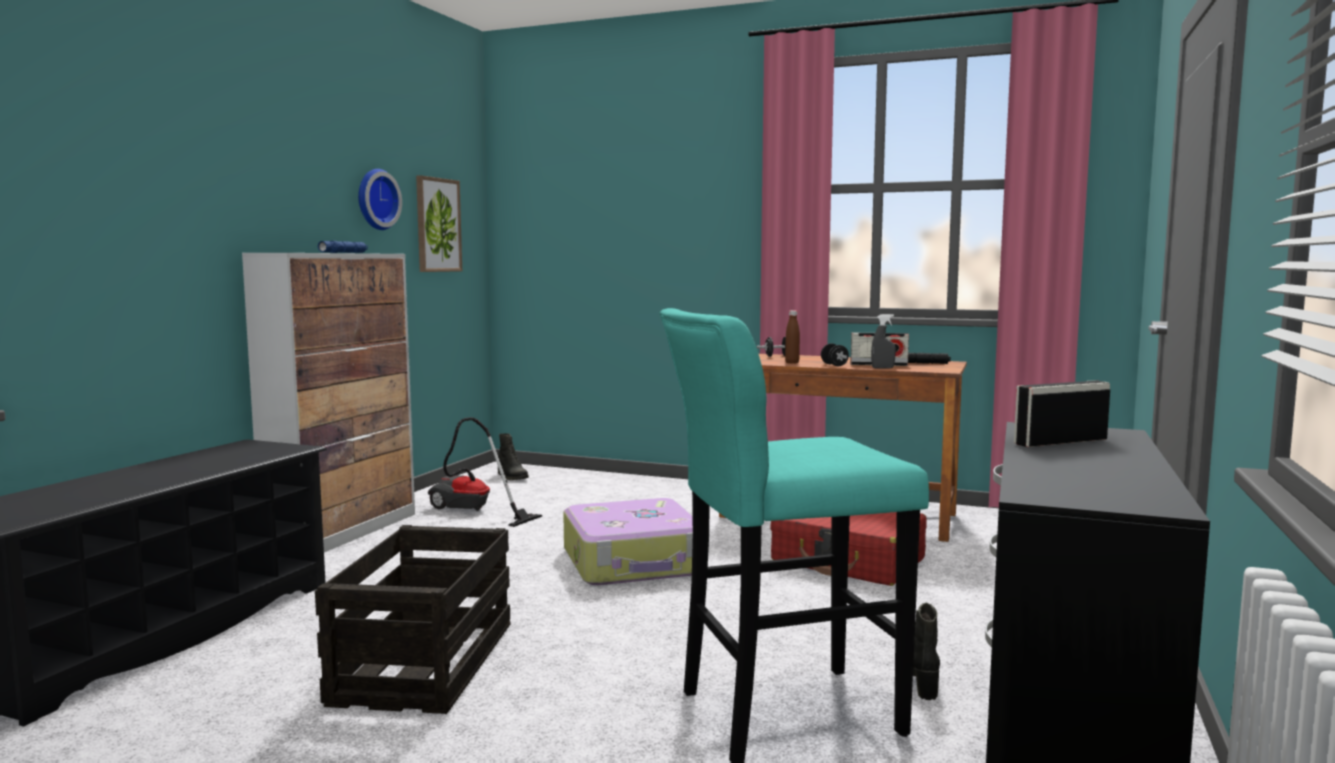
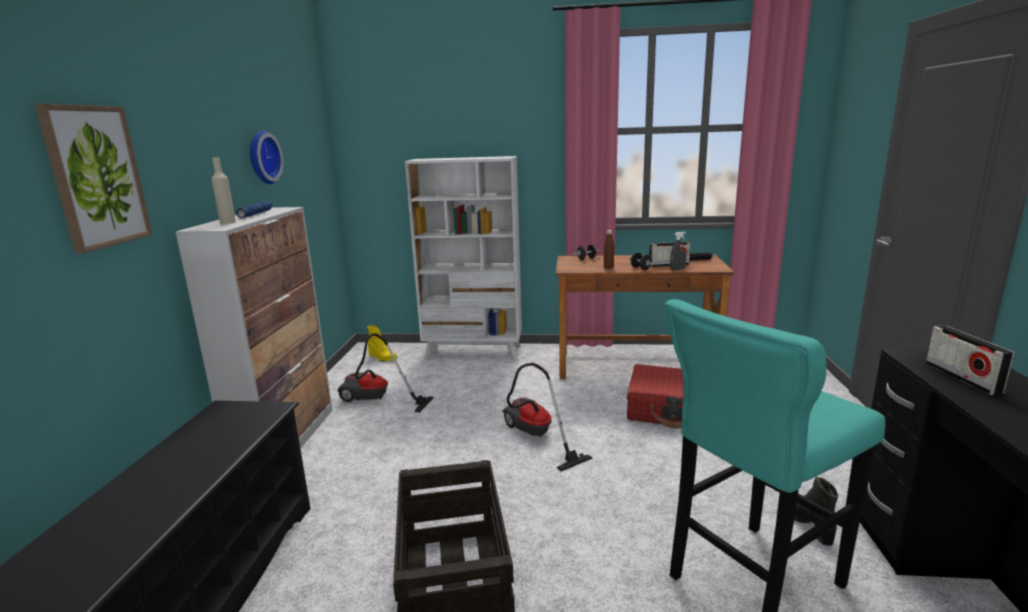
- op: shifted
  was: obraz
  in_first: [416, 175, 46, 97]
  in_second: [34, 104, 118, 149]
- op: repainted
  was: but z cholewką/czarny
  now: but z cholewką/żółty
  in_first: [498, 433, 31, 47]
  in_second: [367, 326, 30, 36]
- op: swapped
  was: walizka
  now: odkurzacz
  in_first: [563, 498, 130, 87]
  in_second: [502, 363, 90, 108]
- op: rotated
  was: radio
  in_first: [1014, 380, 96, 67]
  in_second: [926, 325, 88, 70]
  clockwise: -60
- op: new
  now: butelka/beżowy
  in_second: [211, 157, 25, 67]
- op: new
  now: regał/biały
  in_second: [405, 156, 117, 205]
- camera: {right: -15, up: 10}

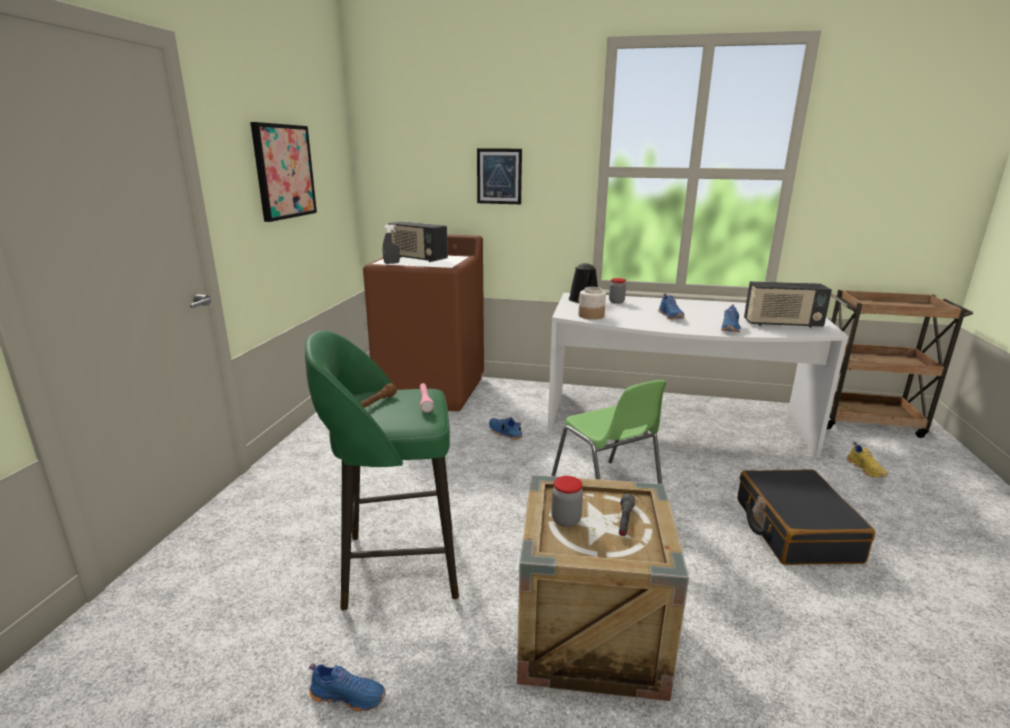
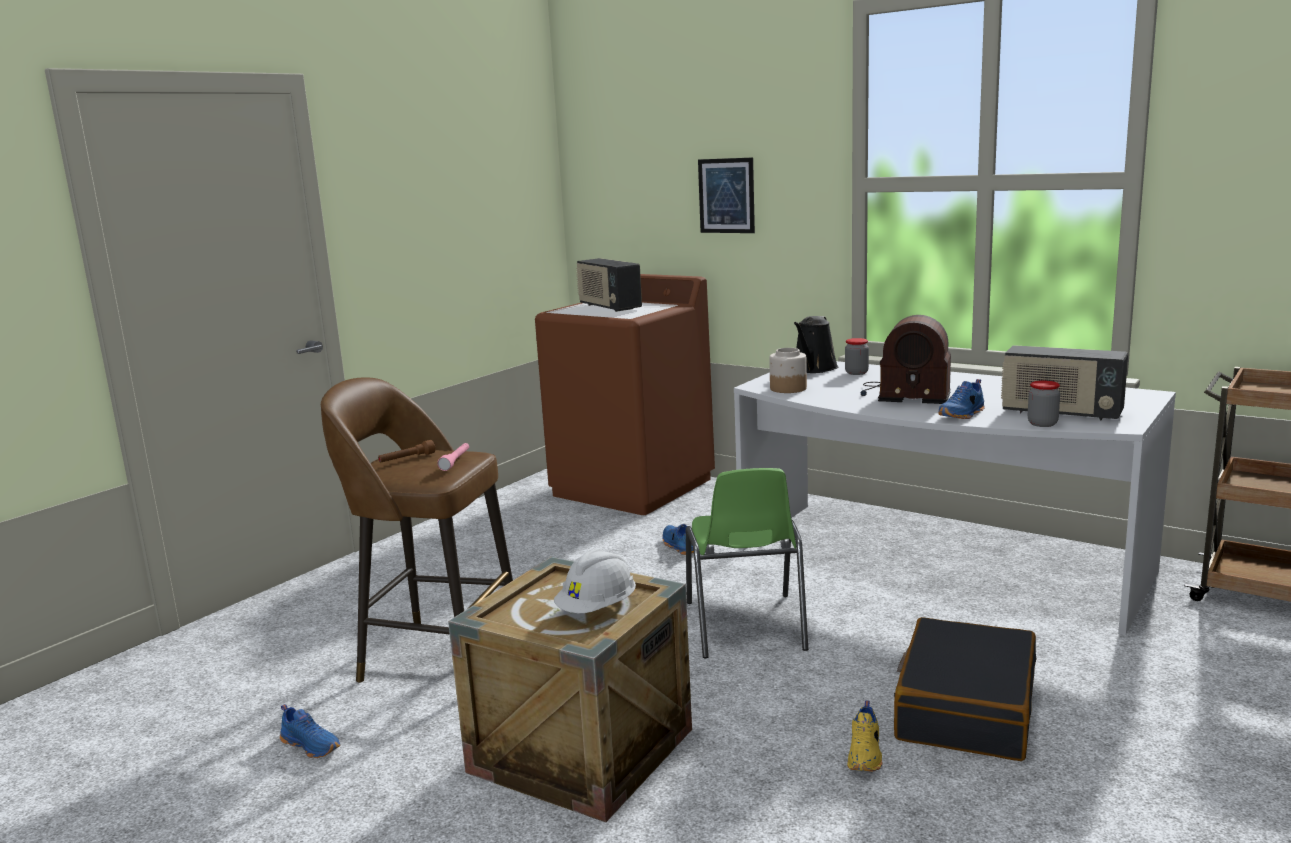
- op: gone
  was: obraz
  in_first: [250, 122, 67, 100]
- op: repainted
  was: stołek/zielony
  now: stołek/brązowy
  in_first: [305, 330, 154, 281]
  in_second: [321, 377, 192, 306]
- op: gone
  was: spryskiwacz/szary
  in_first: [383, 224, 17, 40]
- op: shifted
  was: słoik
  in_first: [551, 476, 32, 51]
  in_second: [1028, 380, 32, 47]
- op: swapped
  was: latarka/szary
  now: kask/biały
  in_first: [619, 494, 16, 42]
  in_second: [554, 549, 82, 64]
- op: swapped
  was: but/niebieski
  now: radio
  in_first: [658, 294, 27, 25]
  in_second: [861, 315, 90, 89]
- op: shifted
  was: but/żółty
  in_first: [847, 442, 40, 35]
  in_second: [847, 700, 35, 71]
- camera: {right: 25, up: -5}

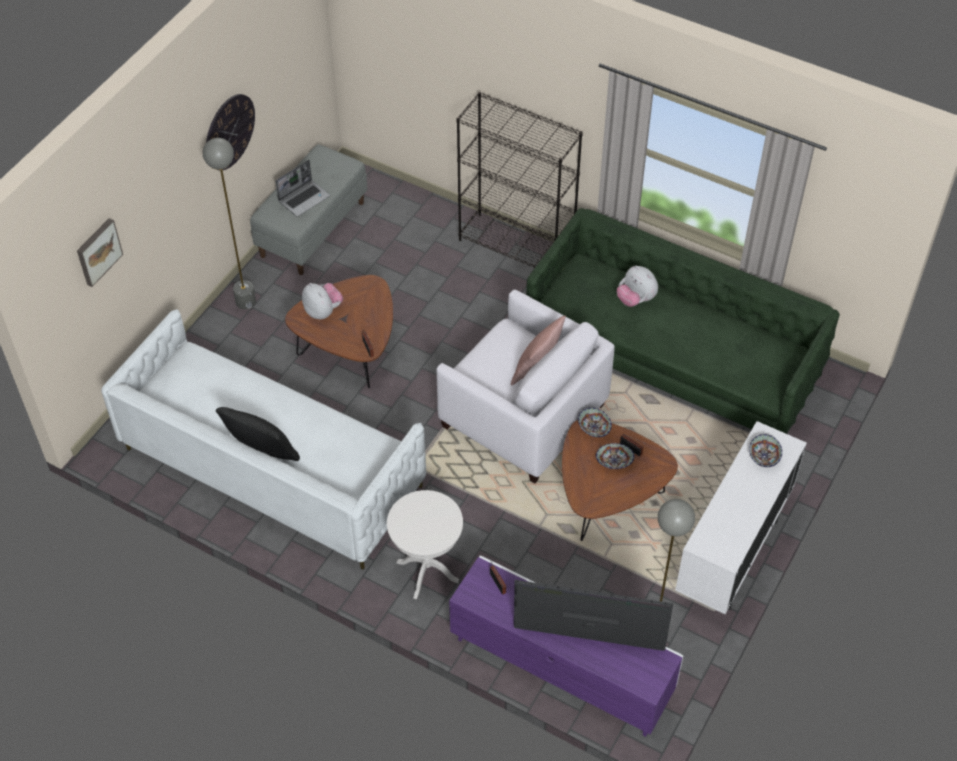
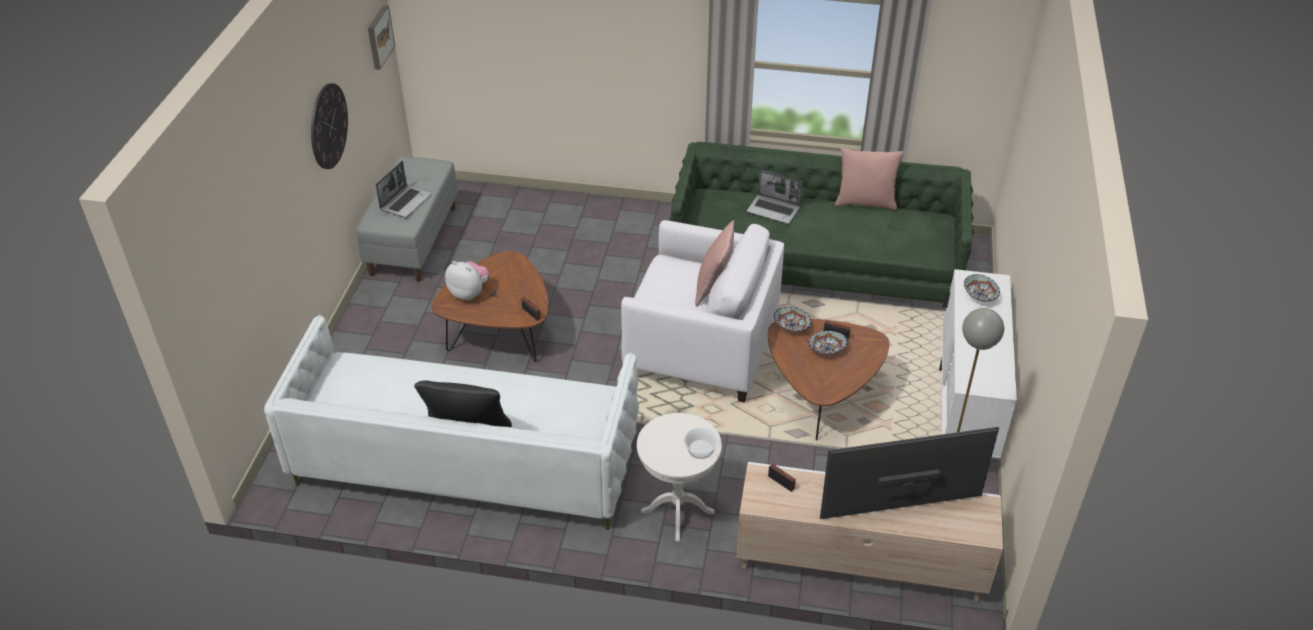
- op: shifted
  was: obraz
  in_first: [77, 218, 46, 69]
  in_second: [368, 5, 27, 65]
- op: gone
  was: lampa stojąca/szary
  in_first: [203, 138, 53, 171]
- op: repainted
  was: szafka pod telewizor/fioletowy
  now: szafka pod telewizor/beżowy
  in_first: [449, 555, 234, 182]
  in_second: [736, 462, 267, 140]
- op: gone
  was: regał/czarny
  in_first: [457, 92, 126, 176]
- op: swapped
  was: pluszak
  now: laptop
  in_first: [617, 265, 41, 42]
  in_second: [747, 170, 56, 54]
- op: new
  now: miska
  in_second: [684, 427, 35, 32]
- op: new
  now: poduszka/różowy
  in_second: [835, 147, 69, 63]
- camera: {right: -20, up: -10}

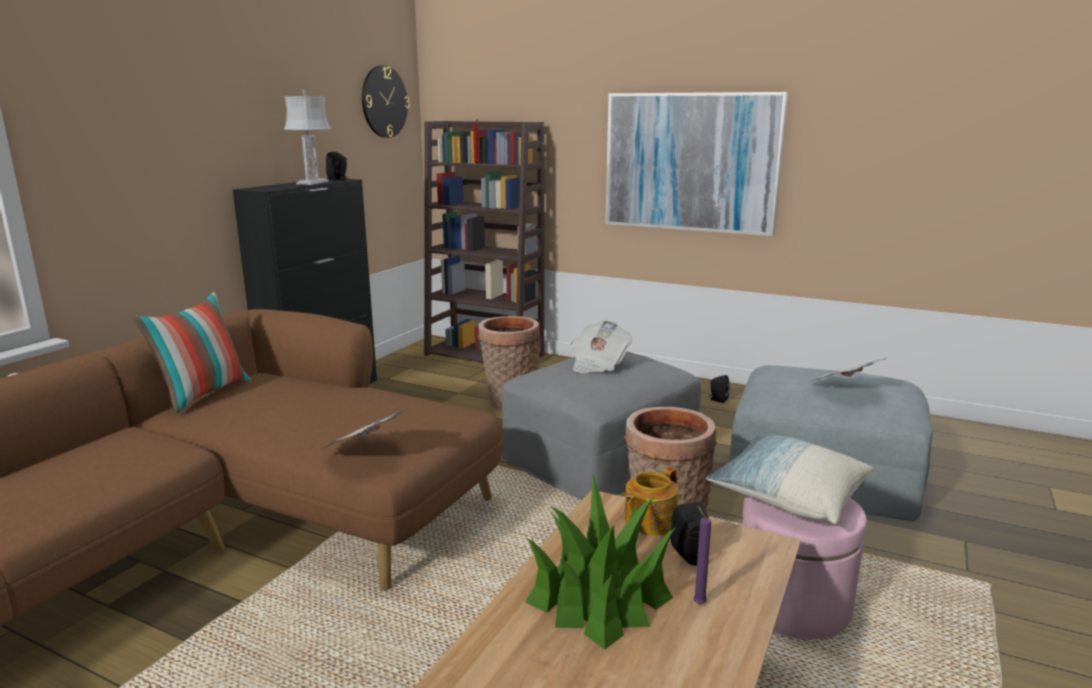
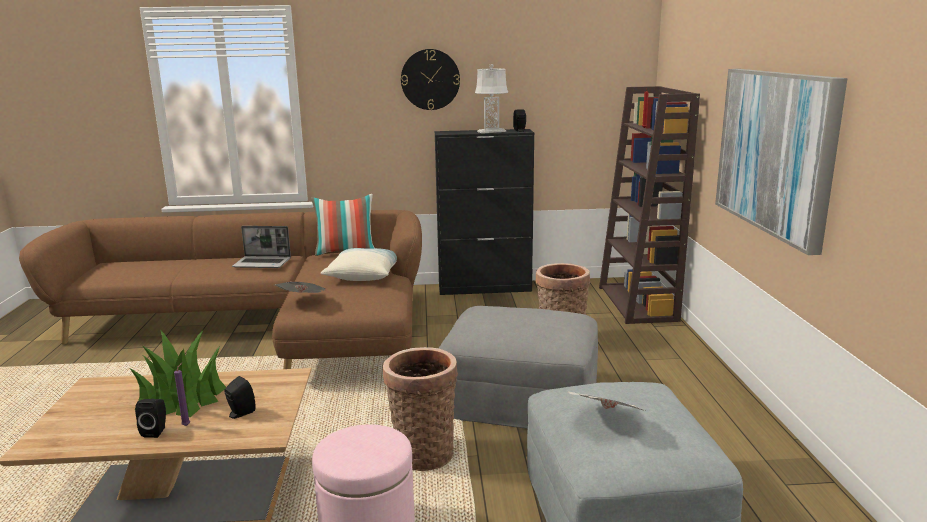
- op: shifted
  was: zegar ścienny
  in_first: [362, 65, 48, 73]
  in_second: [401, 49, 59, 61]
- op: gone
  was: gazeta
  in_first: [570, 320, 62, 53]
- op: gone
  was: imbryk
  in_first: [625, 467, 53, 69]
- op: shifted
  was: poduszka
  in_first: [706, 435, 167, 89]
  in_second: [321, 248, 76, 33]
- op: shifted
  was: głośnik/czarny
  in_first: [709, 375, 21, 28]
  in_second: [135, 399, 31, 39]
- op: new
  now: laptop
  in_second: [232, 226, 59, 42]
- camera: {right: 60, up: 0}

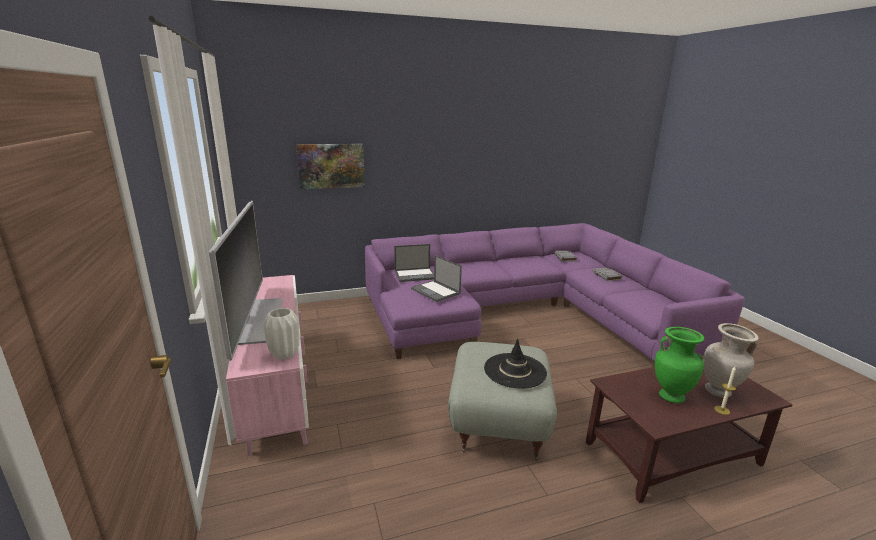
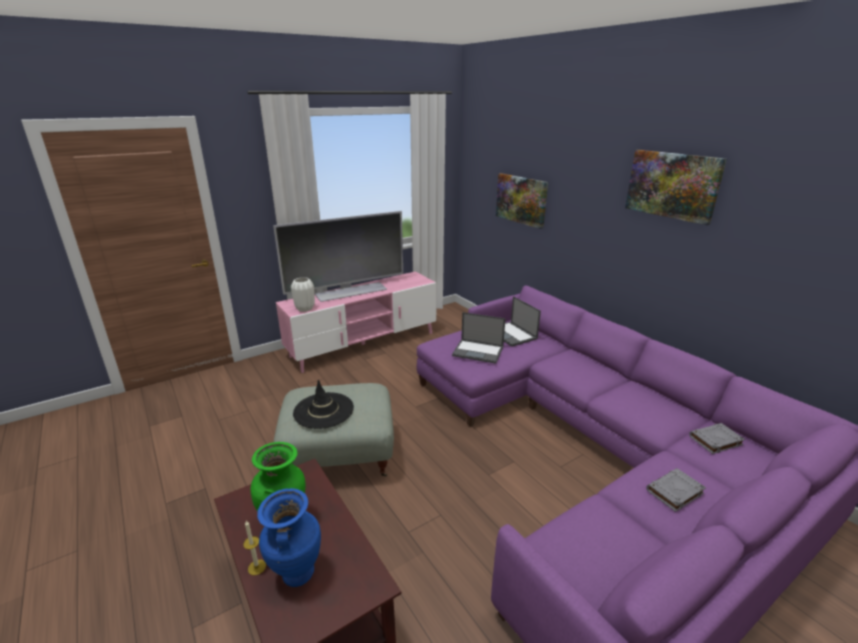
- op: rotated
  was: laptop
  in_first: [411, 255, 51, 47]
  in_second: [452, 312, 54, 52]
  clockwise: -105
- op: repainted
  was: wazon/beżowy
  now: wazon/niebieski
  in_first: [703, 323, 56, 75]
  in_second: [257, 488, 64, 99]
- op: new
  now: obraz
  in_second: [625, 150, 102, 75]
- camera: {right: 75, up: 5}

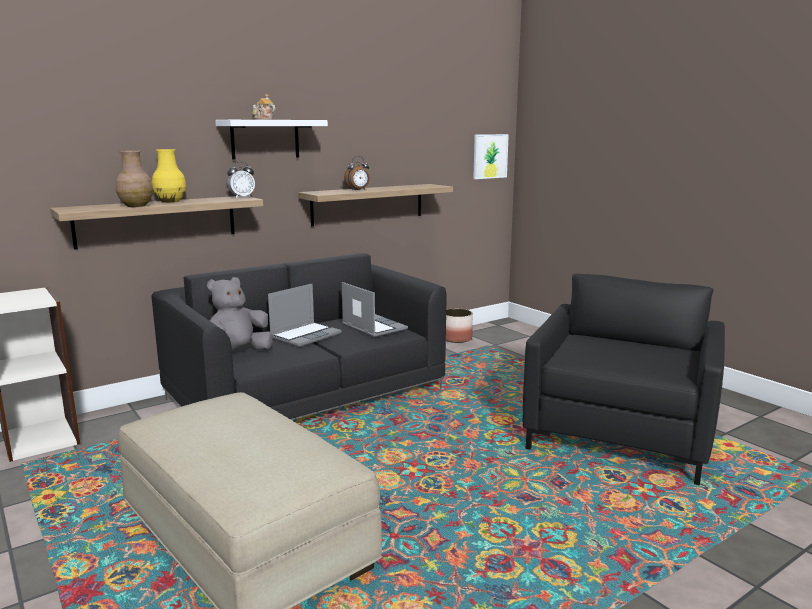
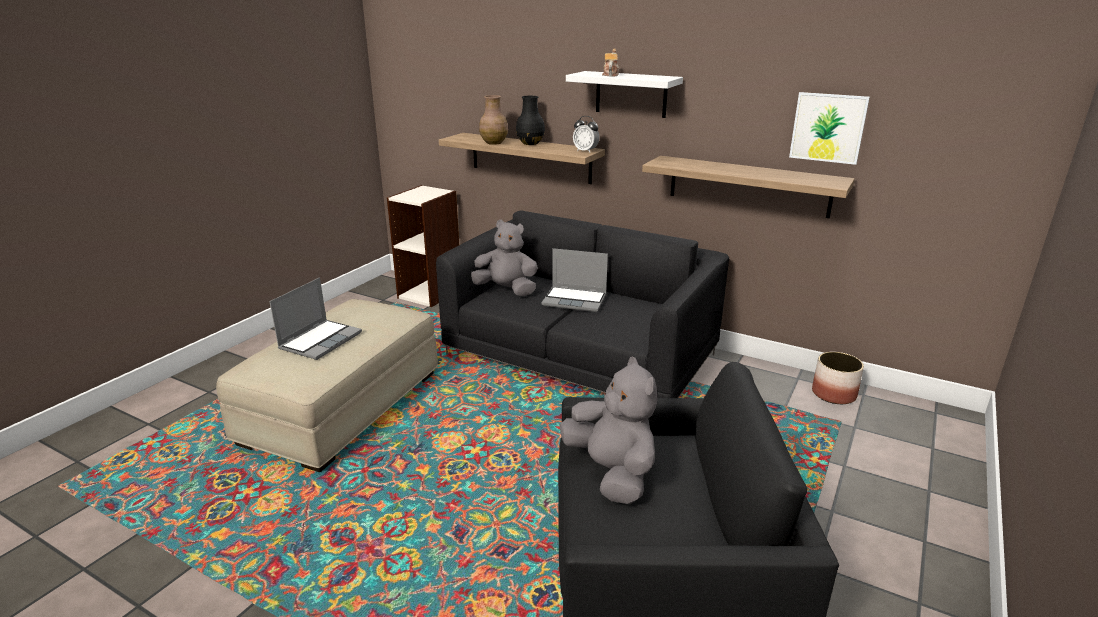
- op: repainted
  was: wazon/żółty
  now: wazon/czarny
  in_first: [152, 149, 34, 54]
  in_second: [516, 96, 29, 49]
- op: shifted
  was: laptop
  in_first: [342, 282, 66, 55]
  in_second: [269, 278, 93, 82]
- op: gone
  was: budzik
  in_first: [344, 156, 26, 35]
- op: shifted
  was: obraz
  in_first: [473, 134, 36, 45]
  in_second: [789, 92, 81, 73]
- op: new
  now: pluszak/szary
  in_second: [559, 357, 99, 147]
- camera: {right: 65, up: 10}

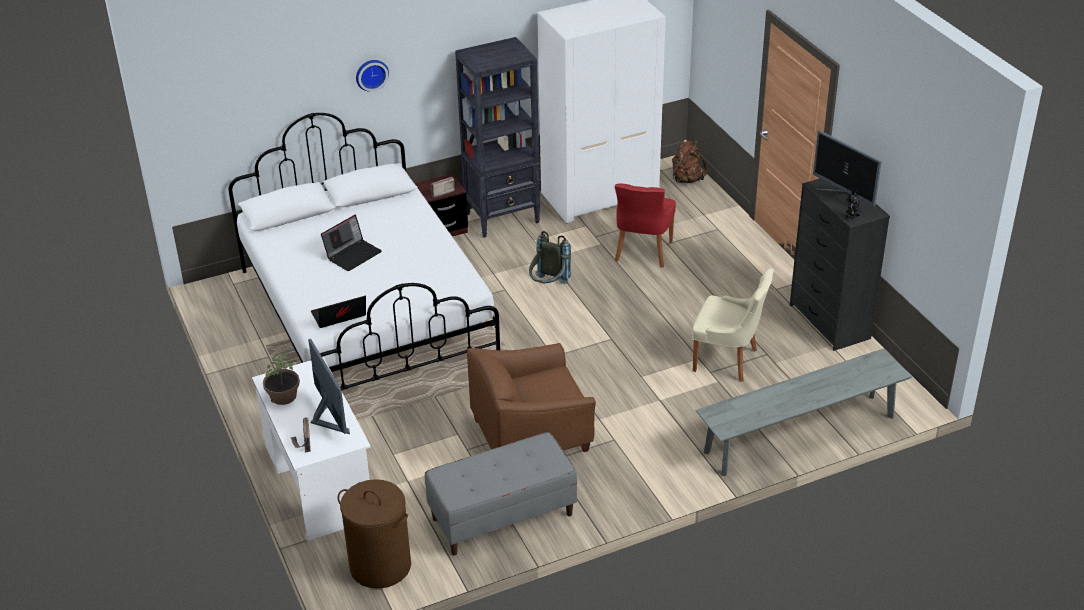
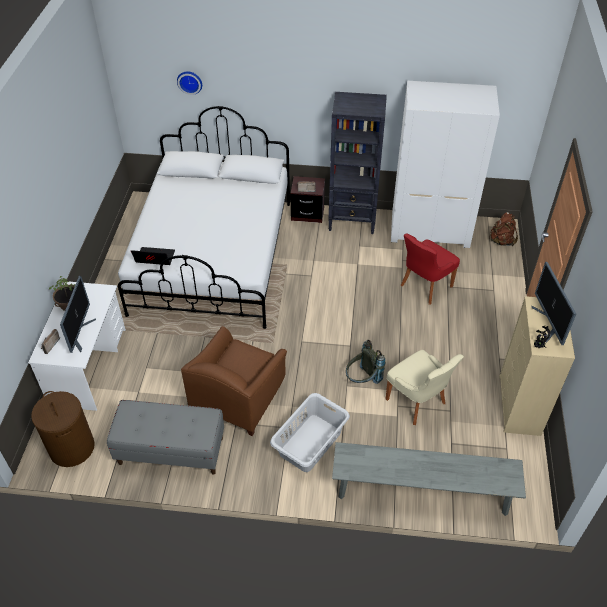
- op: gone
  was: laptop
  in_first: [321, 214, 61, 57]
- op: shifted
  was: zegar ścienny
  in_first: [356, 60, 33, 32]
  in_second: [177, 71, 25, 24]
- op: rotated
  was: fotel/brązowy
  in_first: [467, 343, 129, 109]
  in_second: [181, 326, 106, 110]
  clockwise: -75
- op: shifted
  was: plecak/szary
  in_first: [529, 231, 42, 53]
  in_second: [346, 340, 39, 44]
- op: repainted
  was: komoda/czarny
  now: komoda/beżowy
  in_first: [790, 179, 100, 172]
  in_second: [499, 296, 76, 140]
- op: new
  now: kosz na pranie/szary
  in_second: [270, 393, 80, 79]
- camera: {right: 30, up: 10}

